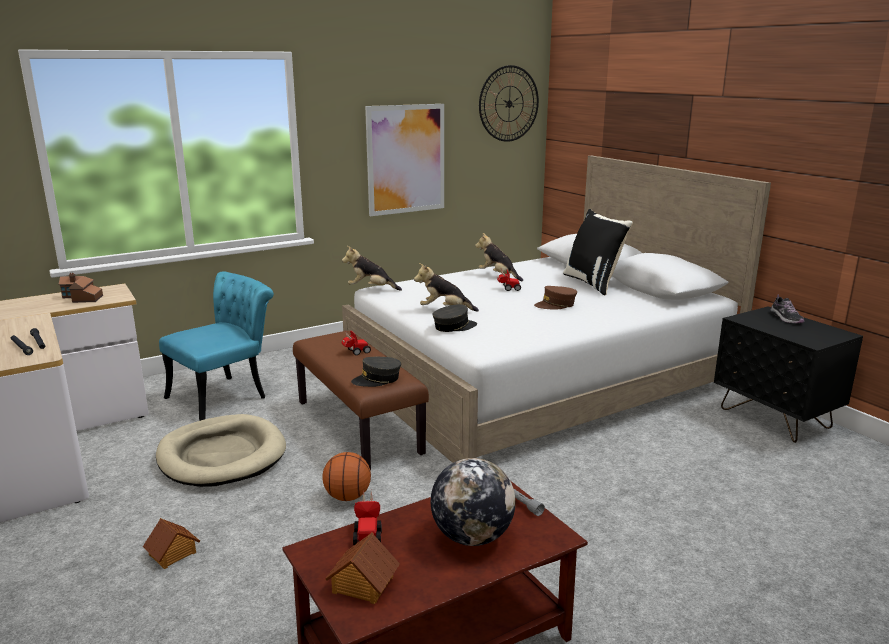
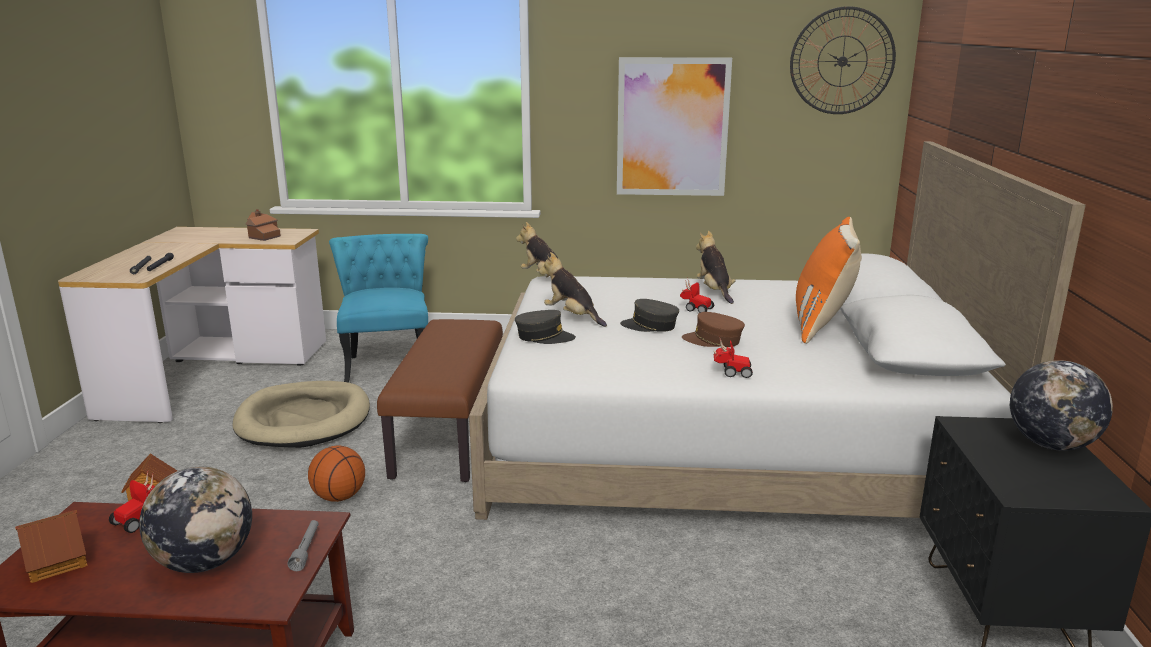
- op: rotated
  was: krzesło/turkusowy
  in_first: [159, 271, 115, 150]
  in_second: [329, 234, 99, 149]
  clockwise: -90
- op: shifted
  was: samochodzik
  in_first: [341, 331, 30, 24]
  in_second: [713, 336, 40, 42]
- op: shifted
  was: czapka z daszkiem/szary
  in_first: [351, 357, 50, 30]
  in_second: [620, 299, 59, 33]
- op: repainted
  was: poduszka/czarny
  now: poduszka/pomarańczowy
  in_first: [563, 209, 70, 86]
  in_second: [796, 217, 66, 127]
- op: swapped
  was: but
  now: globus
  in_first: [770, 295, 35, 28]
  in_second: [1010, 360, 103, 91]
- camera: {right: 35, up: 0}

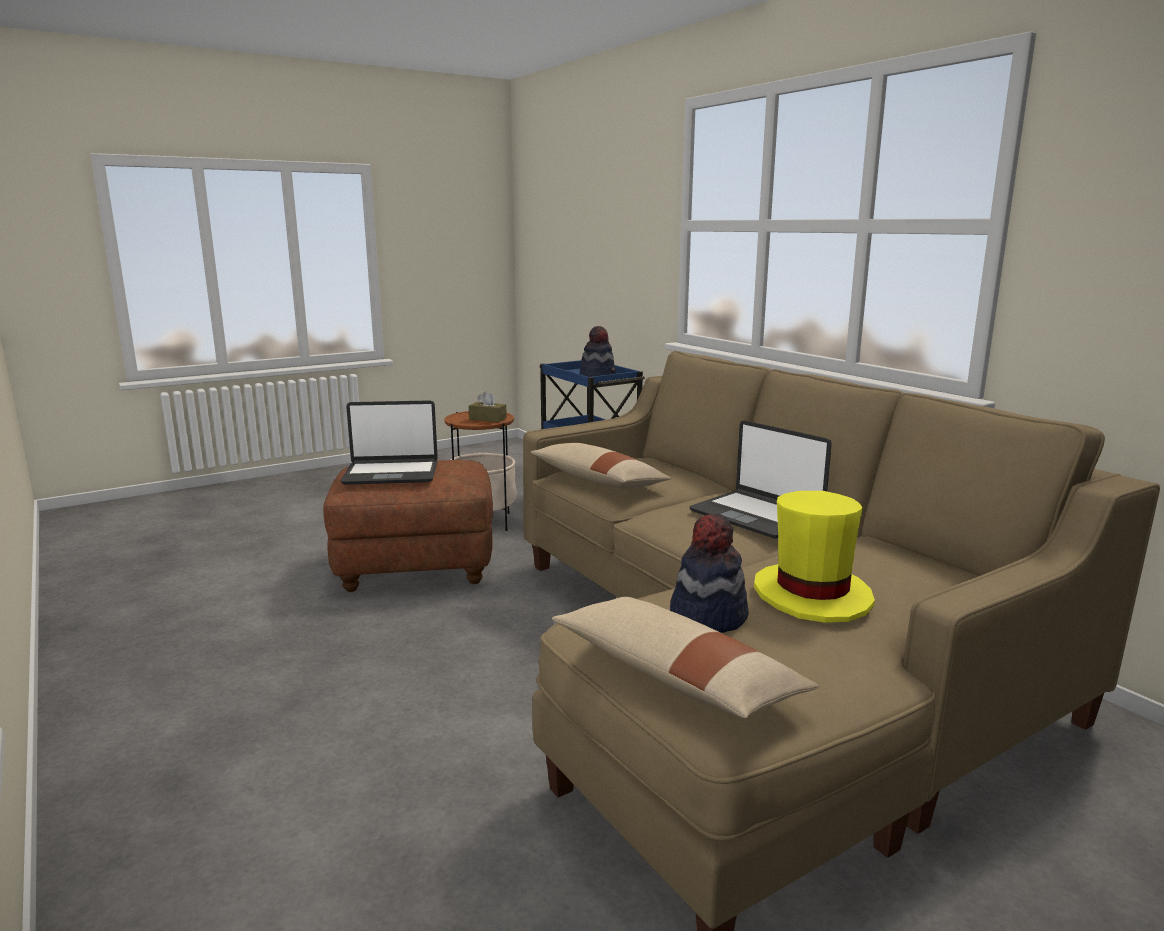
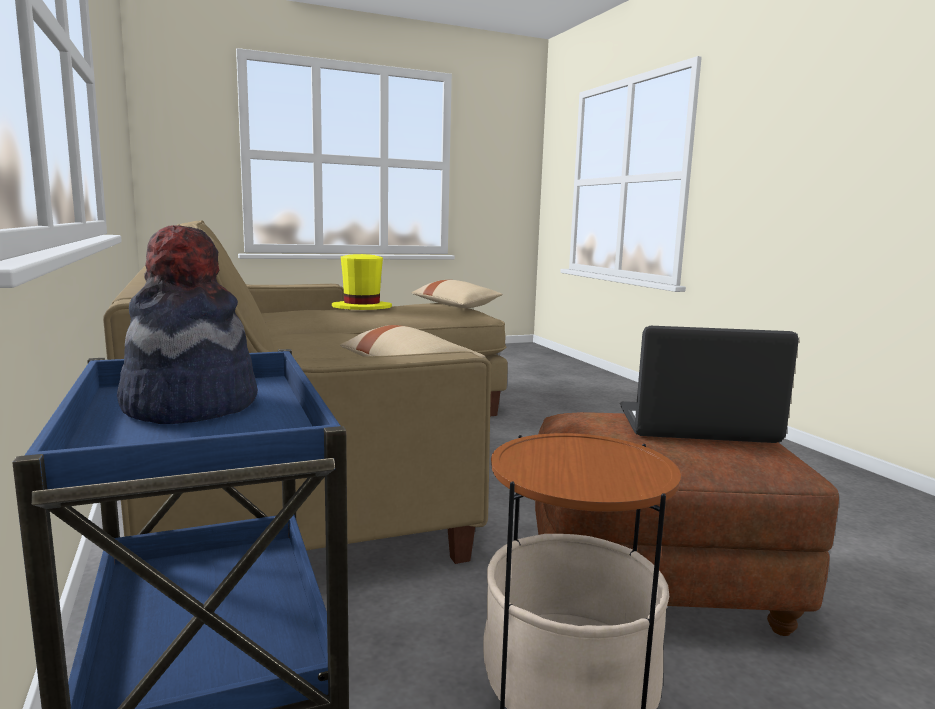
- op: gone
  was: pudełko chusteczek/brązowy
  in_first: [469, 391, 38, 31]
- op: gone
  was: kapelusz
  in_first: [670, 514, 79, 119]
- op: gone
  was: laptop
  in_first: [690, 420, 142, 119]
- camera: {right: -170, up: -5}

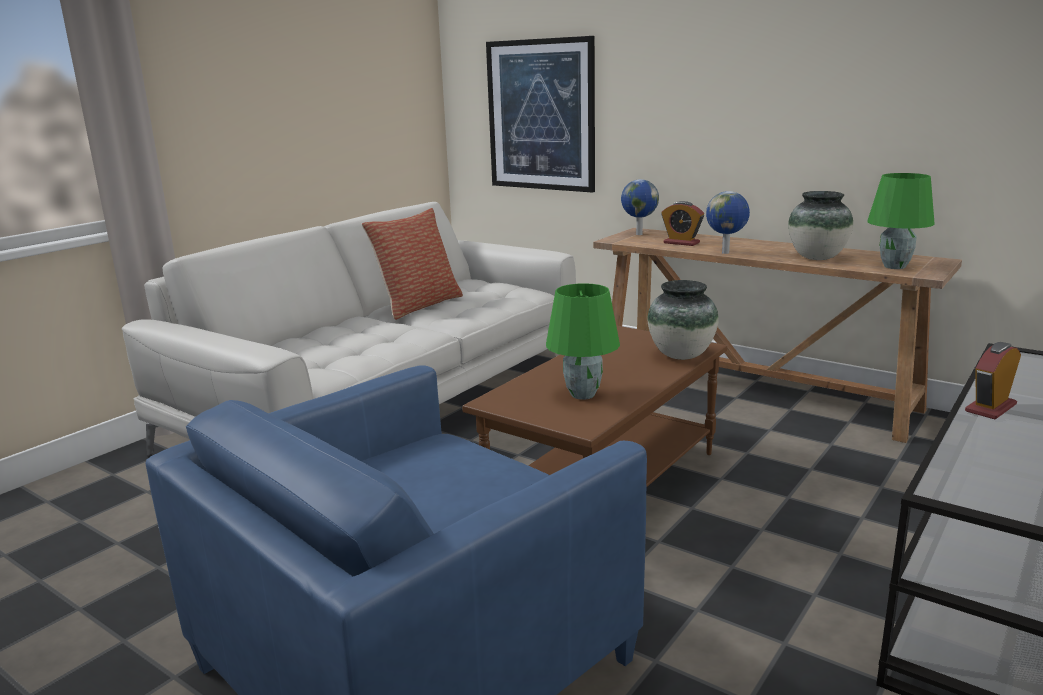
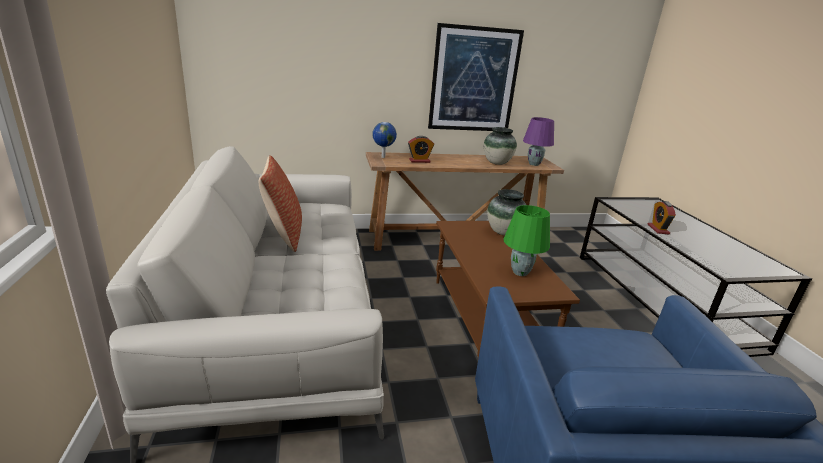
- op: shifted
  was: obraz
  in_first: [486, 36, 109, 157]
  in_second: [428, 23, 96, 108]
- op: gone
  was: globus
  in_first: [706, 191, 44, 63]
- op: repainted
  was: lampa stołowa/zielony
  now: lampa stołowa/fioletowy
  in_first: [867, 173, 68, 96]
  in_second: [523, 117, 31, 49]
- camera: {right: -50, up: 5}

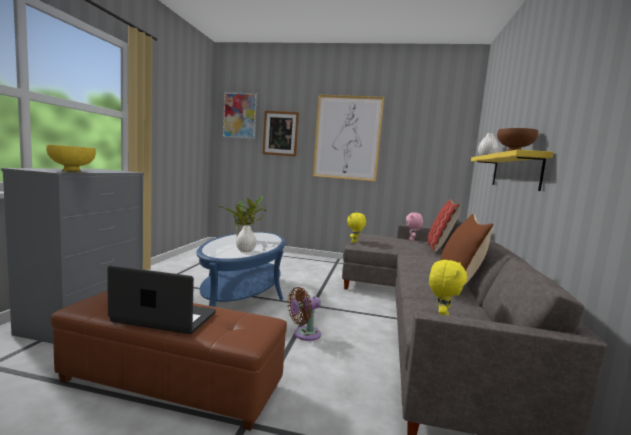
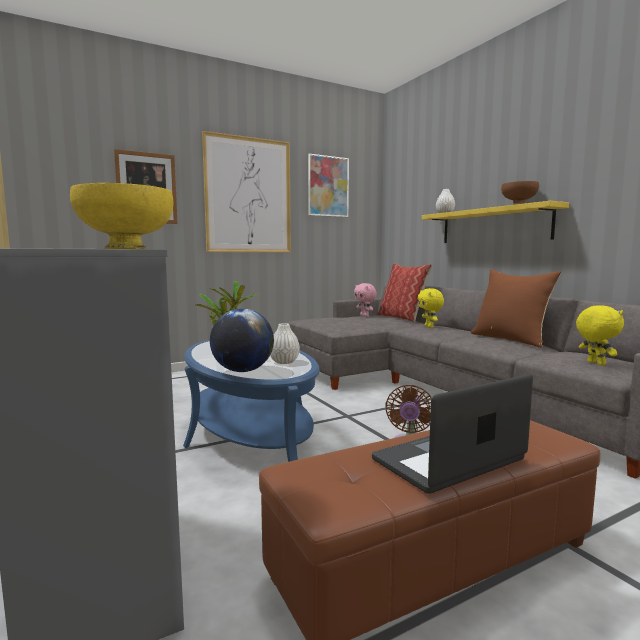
- op: shifted
  was: obraz
  in_first: [223, 92, 34, 47]
  in_second: [308, 154, 41, 63]
- op: shifted
  was: pluszak/żółty
  in_first: [347, 213, 19, 30]
  in_second: [418, 288, 26, 40]
- op: new
  now: globus
  in_second: [210, 309, 64, 63]
- camera: {right: -40, up: 0}

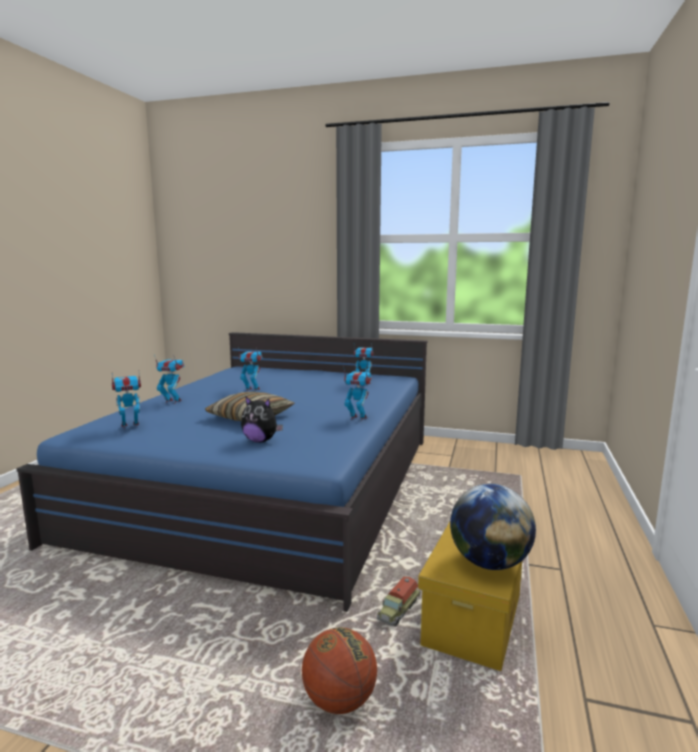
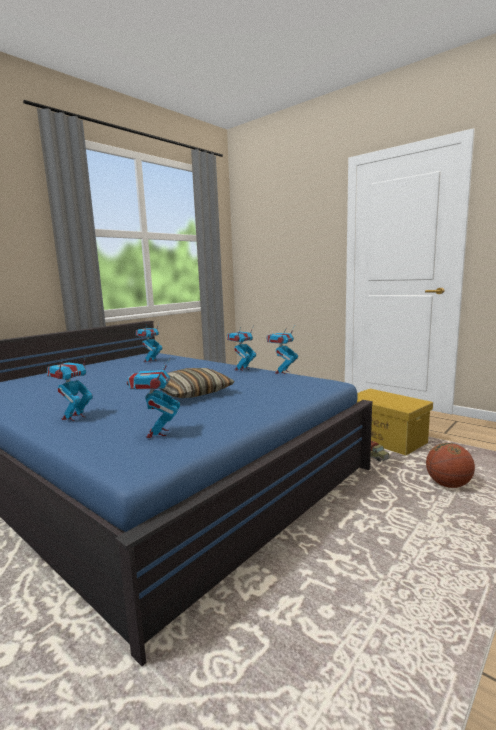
- op: shifted
  was: robot zabawkowy
  in_first: [238, 347, 25, 45]
  in_second: [266, 326, 32, 48]
- op: gone
  was: pluszak
  in_first: [241, 396, 42, 47]
- op: gone
  was: globus
  in_first: [450, 484, 86, 86]
- camera: {right: -65, up: 0}

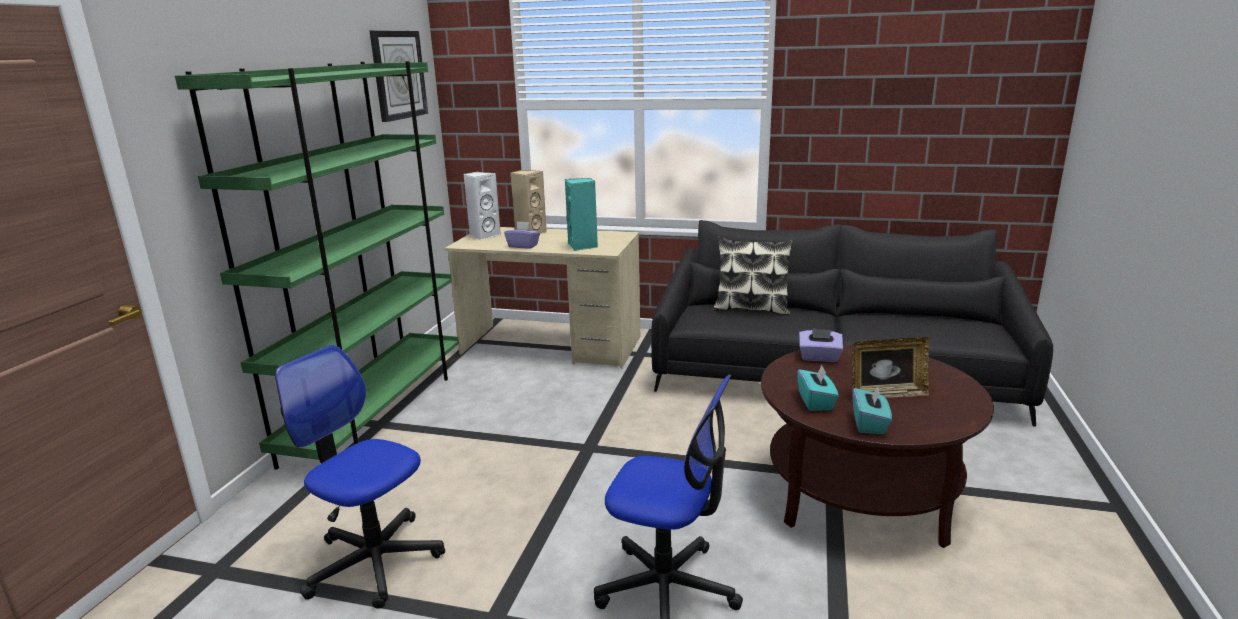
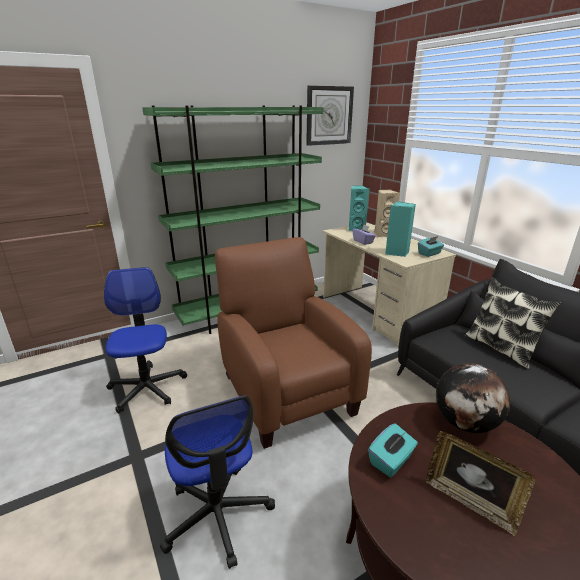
- op: repainted
  was: głośnik/biały
  now: głośnik/turkusowy
  in_first: [463, 172, 38, 68]
  in_second: [349, 186, 20, 45]
- op: swapped
  was: pudełko chusteczek/fioletowy
  now: globus
  in_first: [799, 328, 44, 34]
  in_second: [436, 363, 74, 70]
- op: shifted
  was: pudełko chusteczek/turkusowy
  in_first: [853, 384, 39, 50]
  in_second: [418, 236, 26, 21]
- op: new
  now: fotel/brązowy
  in_second: [215, 237, 157, 212]
- camera: {right: 45, up: 5}

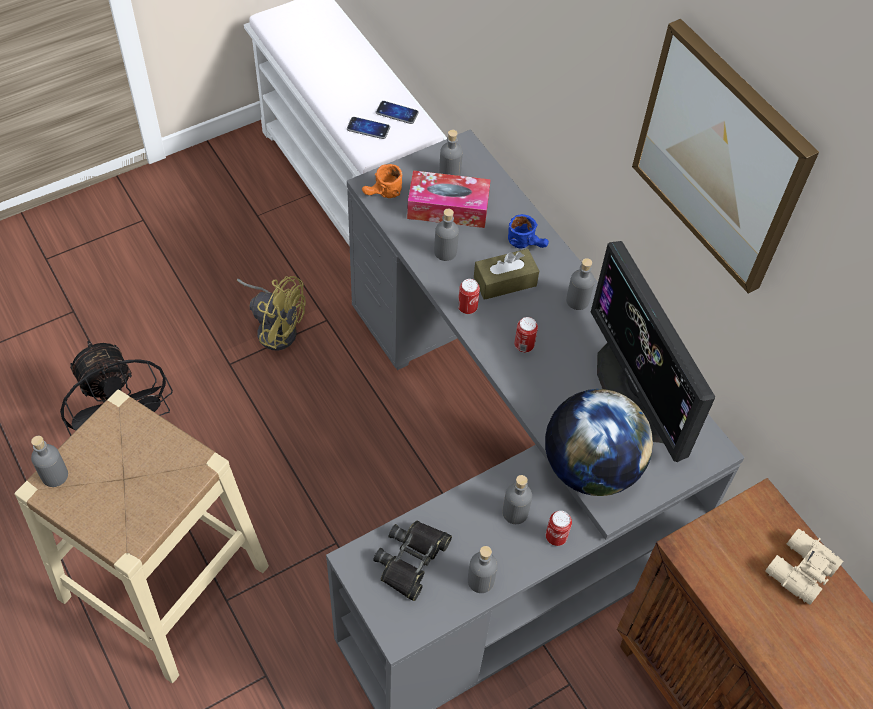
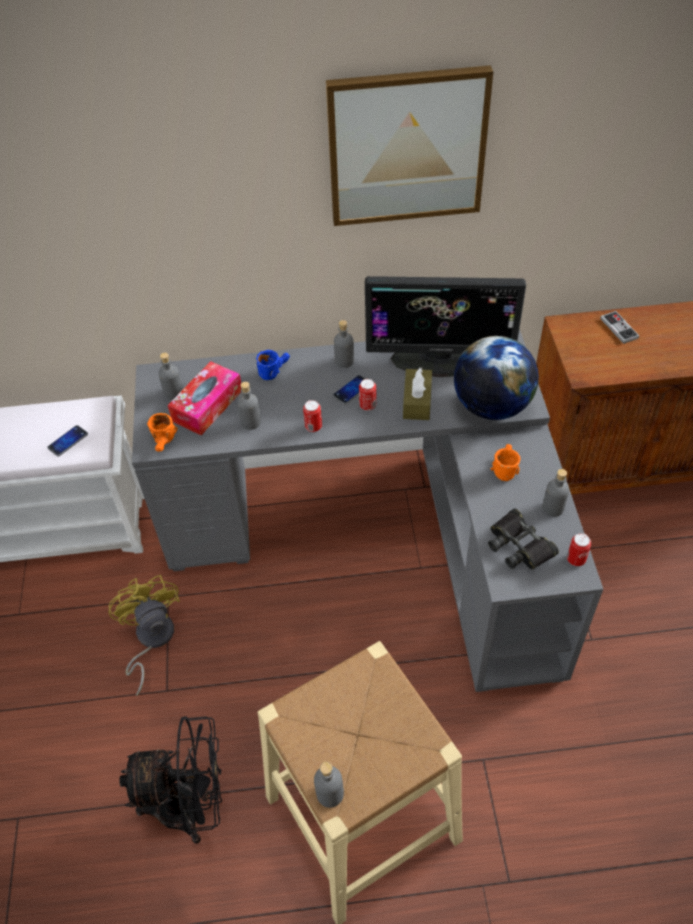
- op: rotated
  was: wentylator/żółty
  in_first: [237, 276, 69, 75]
  in_second: [108, 575, 72, 121]
  clockwise: -75
- op: shifted
  was: telefon
  in_first: [376, 101, 43, 23]
  in_second: [333, 375, 32, 30]
- op: shifted
  was: pudełko chusteczek/brązowy
  in_first: [474, 249, 65, 51]
  in_second: [403, 368, 29, 52]
- op: swapped
  was: butelka/szary
  now: kubek/pomarańczowy
  in_first: [502, 475, 30, 49]
  in_second: [491, 444, 30, 37]
- op: shifted
  was: puszka
  in_first: [546, 511, 26, 35]
  in_second: [567, 533, 24, 33]
- op: swapped
  was: lornetka/beżowy
  now: pad do gier
  in_first: [765, 528, 78, 77]
  in_second: [600, 311, 39, 33]
- camera: {right: -60, up: -5}

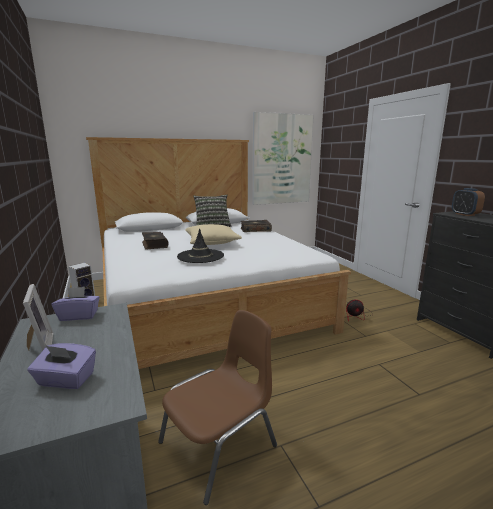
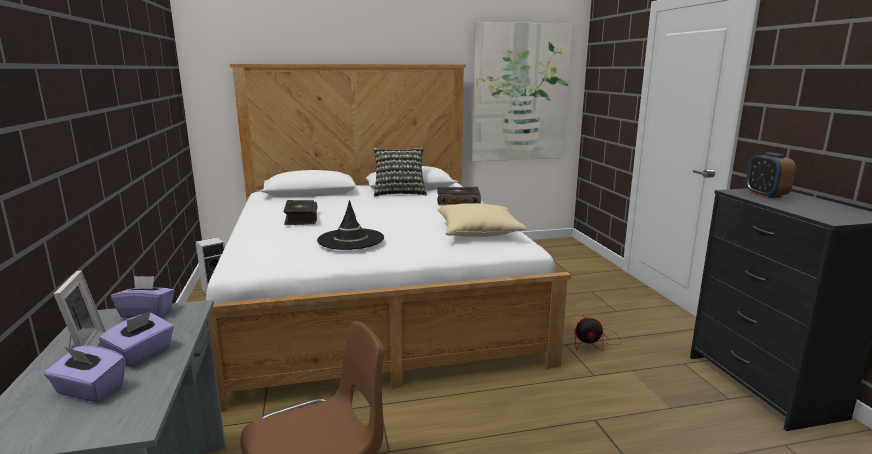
- op: shifted
  was: poduszka/beżowy
  in_first: [185, 224, 57, 21]
  in_second: [437, 203, 90, 34]
- op: new
  now: pudełko chusteczek/fioletowy
  in_second: [99, 311, 75, 56]
- camera: {right: 10, up: 0}

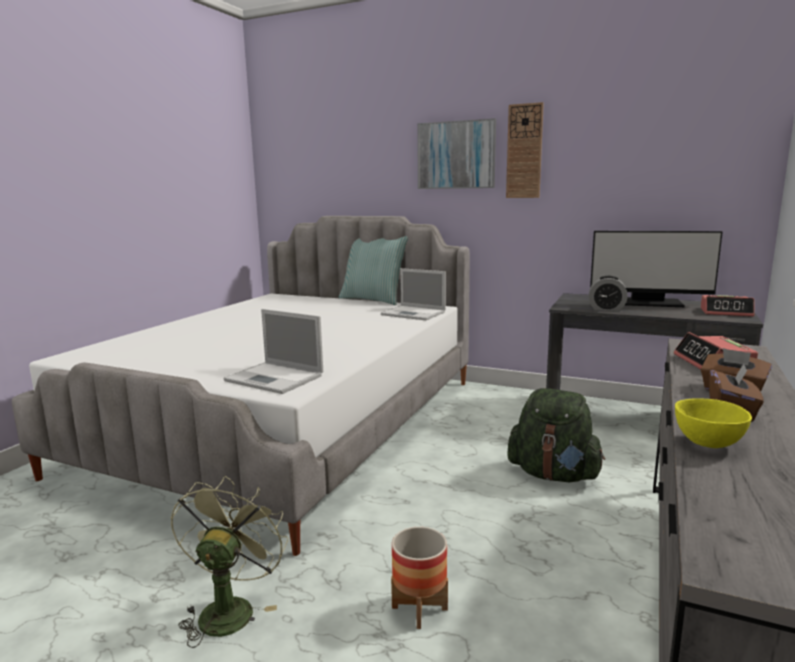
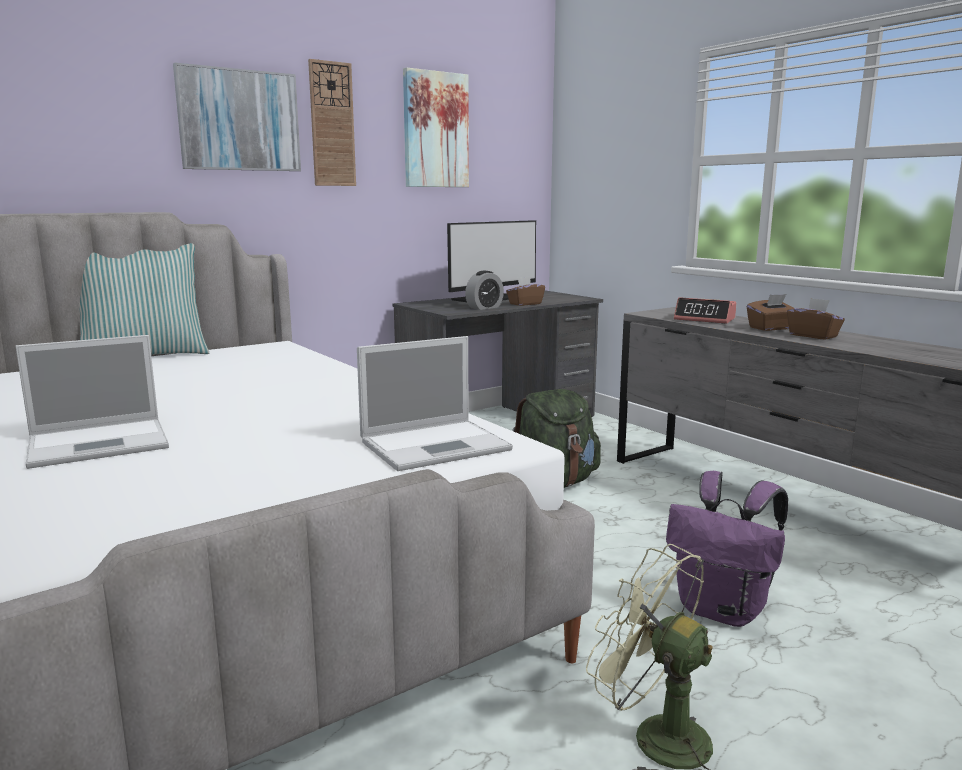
- op: shifted
  was: laptop
  in_first: [381, 268, 65, 52]
  in_second: [15, 335, 154, 134]
- op: swapped
  was: donica
  now: plecak/fioletowy
  in_first: [391, 527, 57, 102]
  in_second: [666, 471, 122, 156]
- op: gone
  was: miska/żółty
  in_first: [675, 398, 77, 50]
- op: gone
  was: budzik
  in_first: [700, 295, 55, 22]
- op: new
  now: obraz
  in_second: [403, 67, 66, 120]
- op: new
  now: pudełko chusteczek/brązowy
  in_second: [506, 277, 39, 29]
- camera: {right: -60, up: 0}

